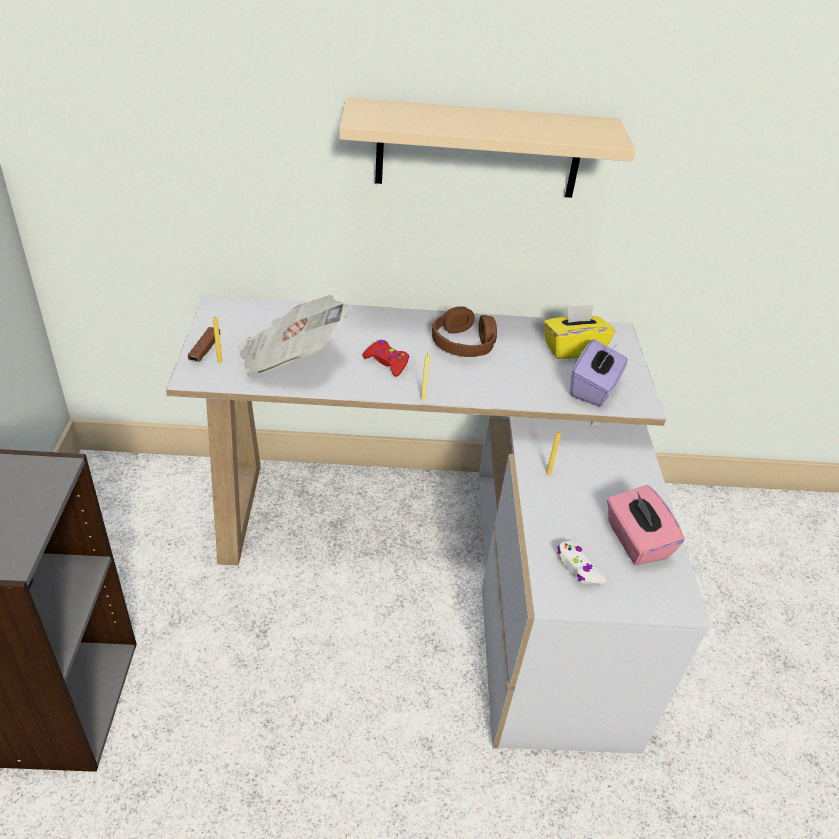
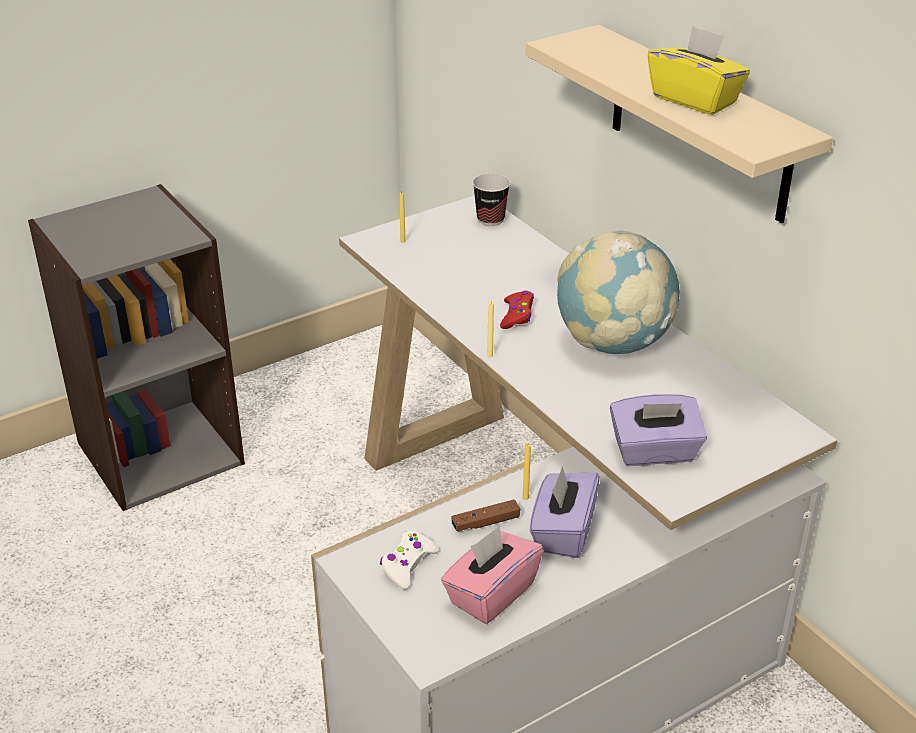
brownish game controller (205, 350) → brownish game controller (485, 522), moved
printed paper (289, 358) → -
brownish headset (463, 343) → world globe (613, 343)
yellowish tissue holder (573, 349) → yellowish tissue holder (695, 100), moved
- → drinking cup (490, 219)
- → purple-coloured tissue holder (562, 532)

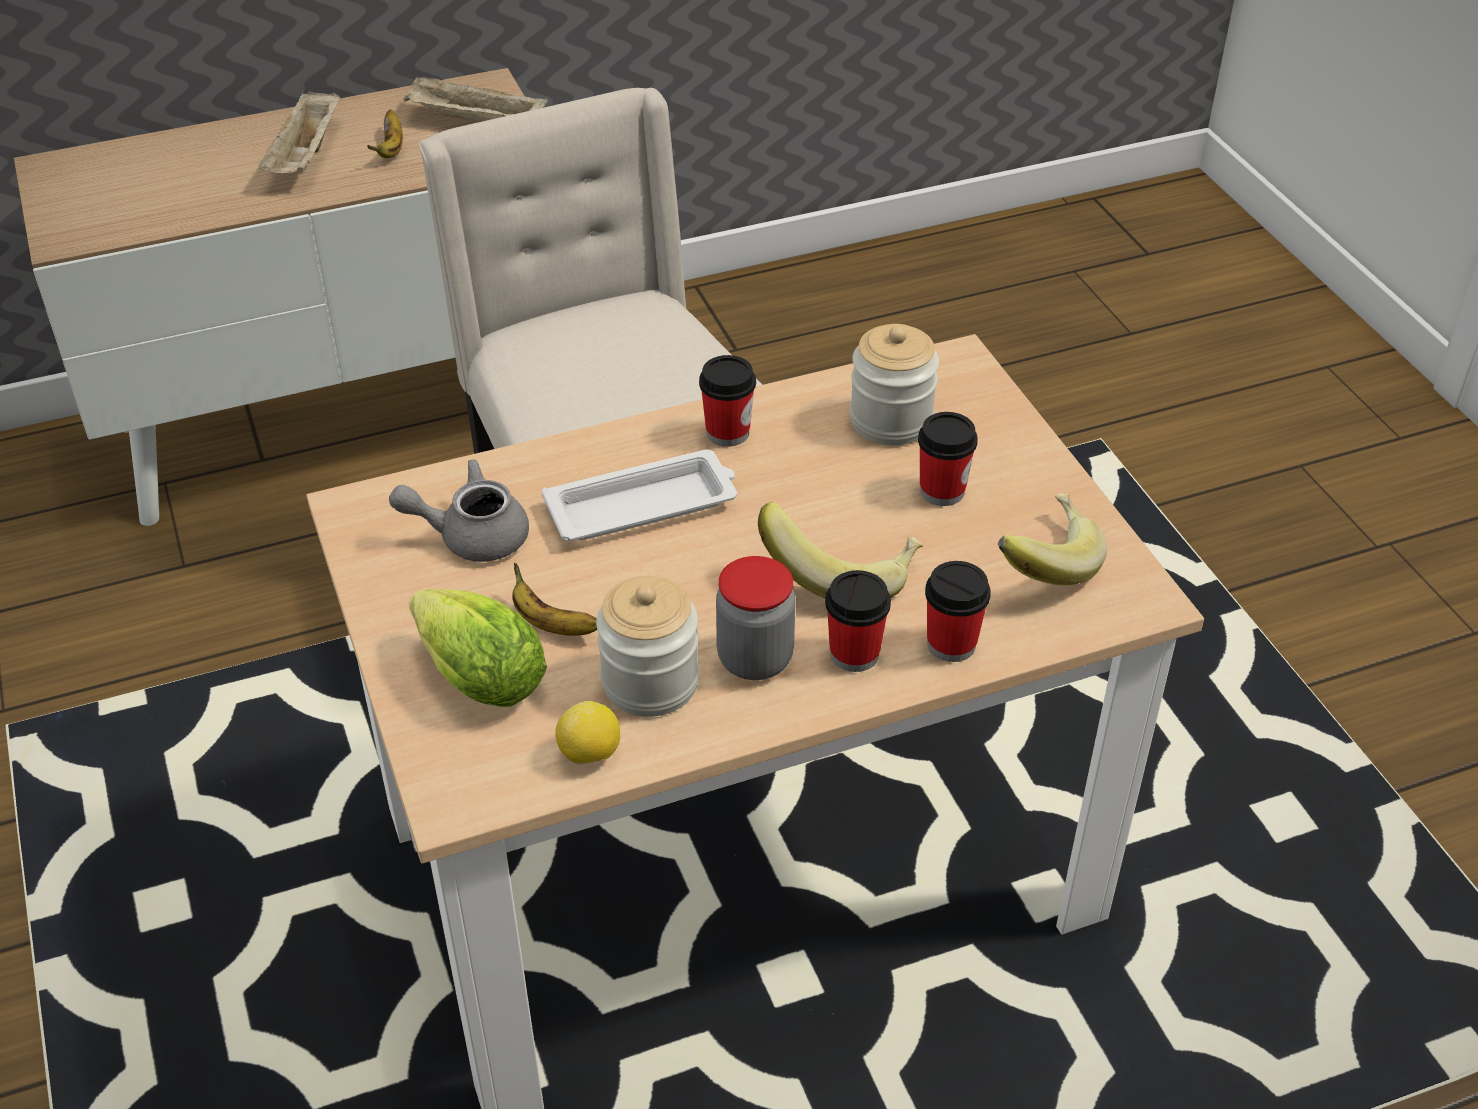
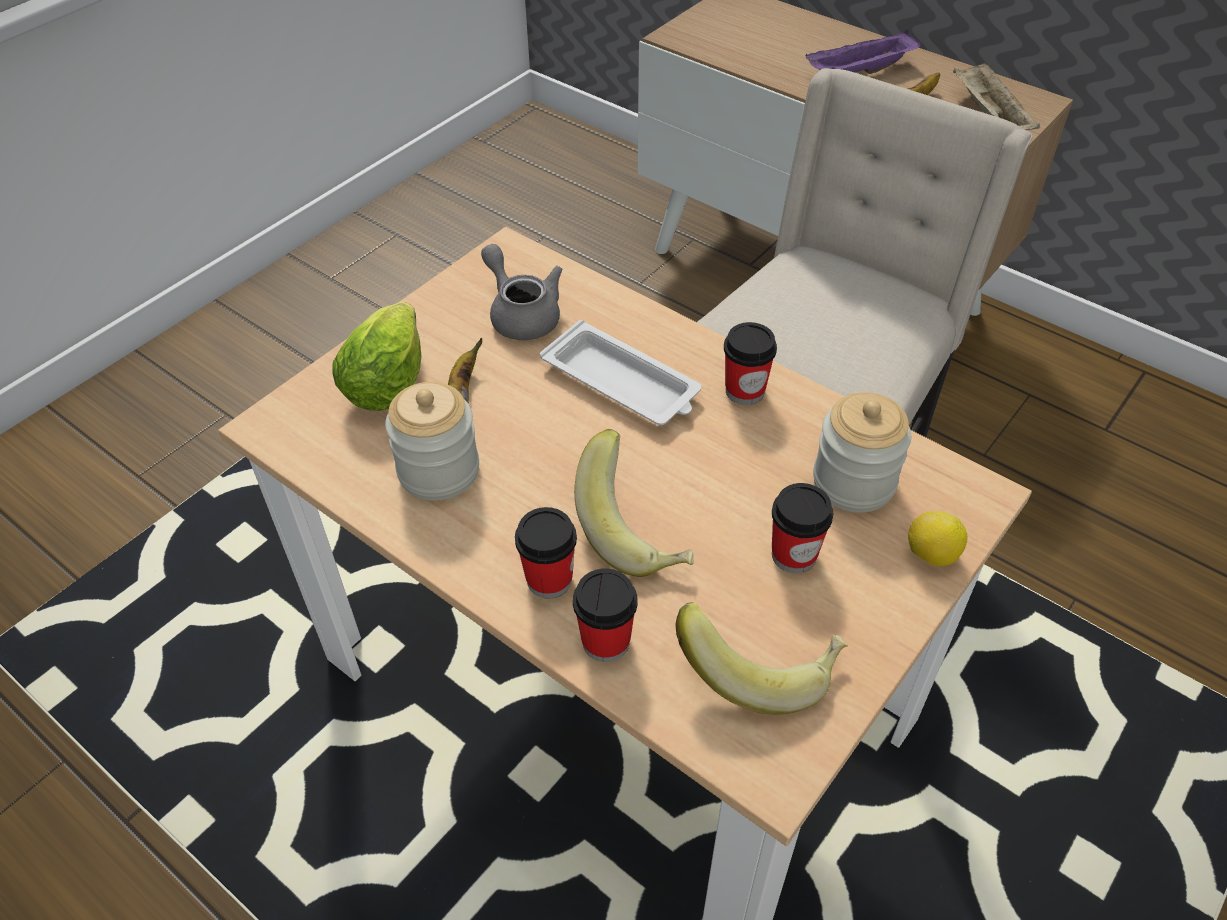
beige-coloured carrying tray (307, 156) → purple-coloured carrying tray (860, 73)
lemon (589, 754) → lemon (931, 555), moved
preserve jar (755, 659) → -

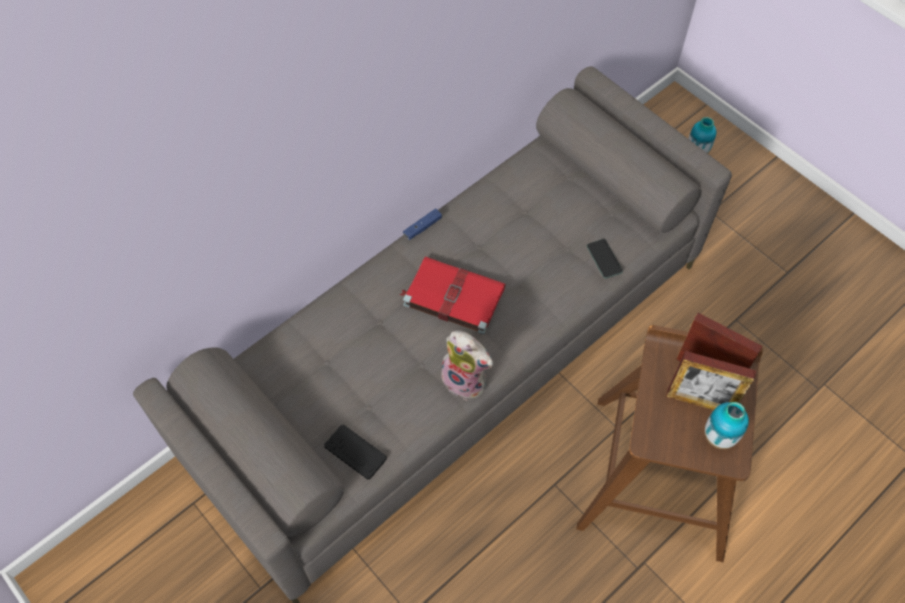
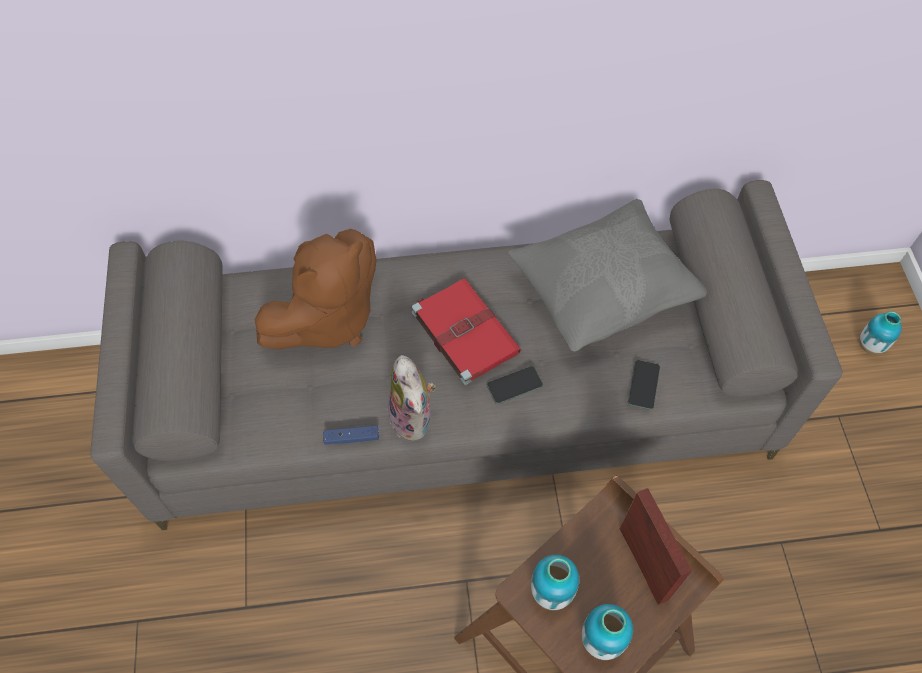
blackish game controller (355, 452) → -
blue game controller (422, 227) → blue game controller (351, 438), moved
photo frame (699, 402) → -
- → brownish soft toy (327, 318)
- → handset (514, 385)
- → grey pillow (602, 294)
- → decorative vase (551, 592)

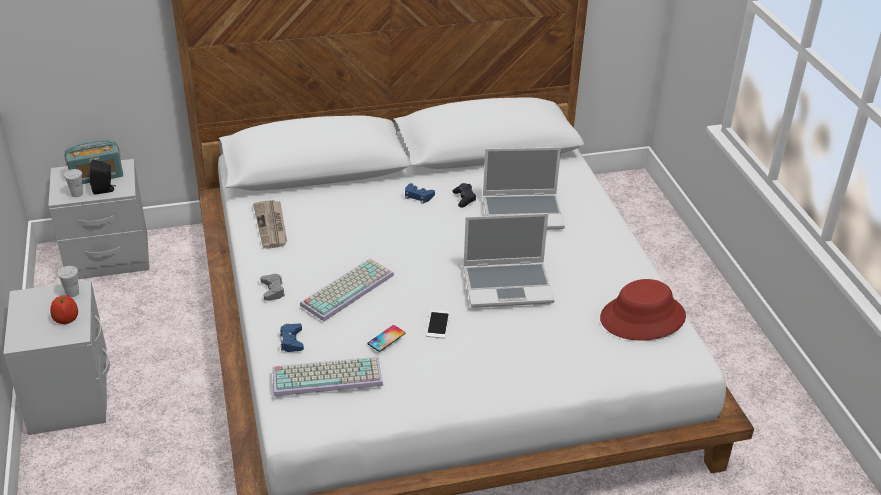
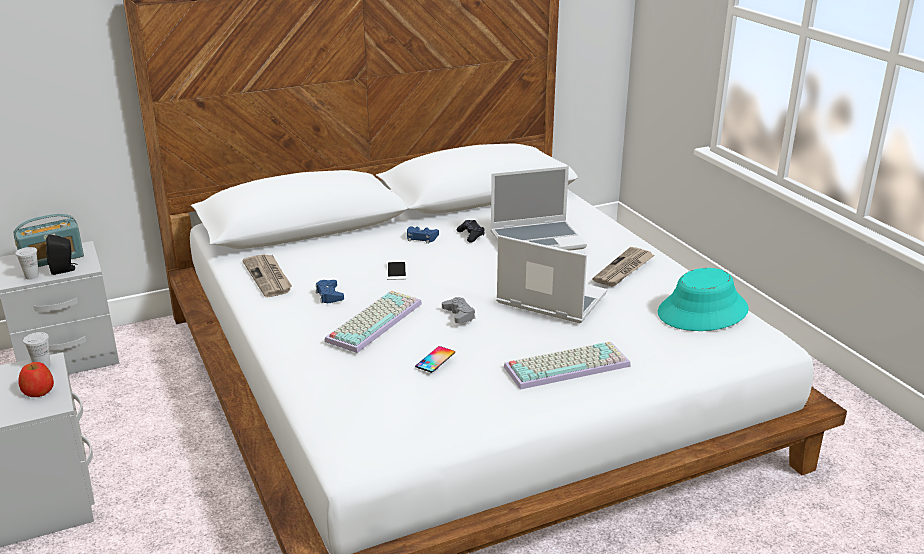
grey game controller (273, 290) → grey game controller (459, 314), moved
PC keyboard (328, 376) → PC keyboard (567, 365), moved
blue game controller (291, 341) → blue game controller (329, 295), moved
handset (438, 324) → handset (396, 270), moved
laptop (508, 285) → laptop (549, 299), 135 degrees counterclockwise
reddish hat (642, 318) → turquoise hat (703, 312)
- → printed paper (624, 269)

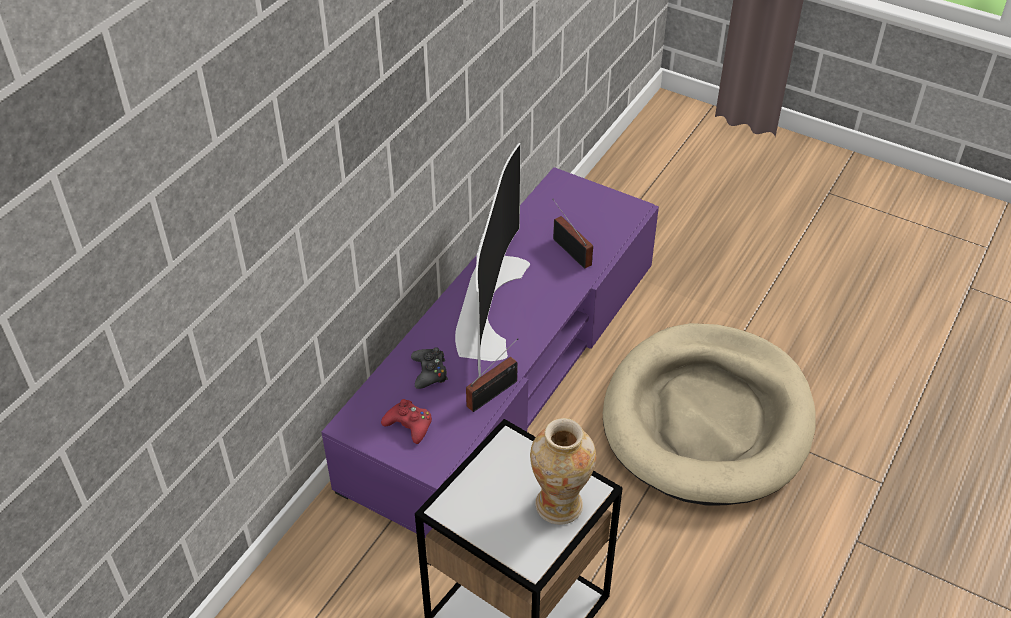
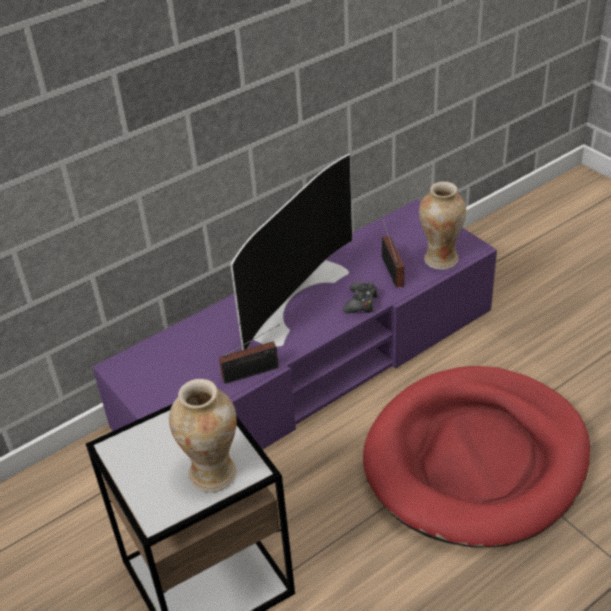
reddish game controller (409, 425) → -
blackish game controller (429, 372) → blackish game controller (361, 303), moved
beige-coloured dog bed (707, 419) → reddish dog bed (476, 459)
- → decorative vase (440, 259)

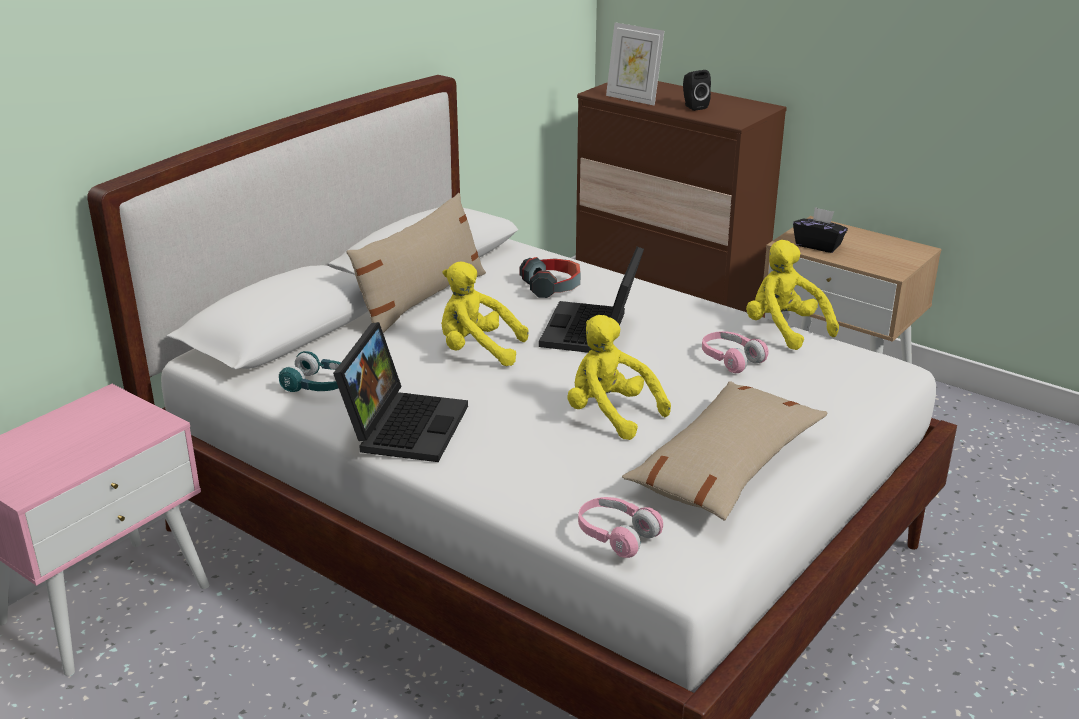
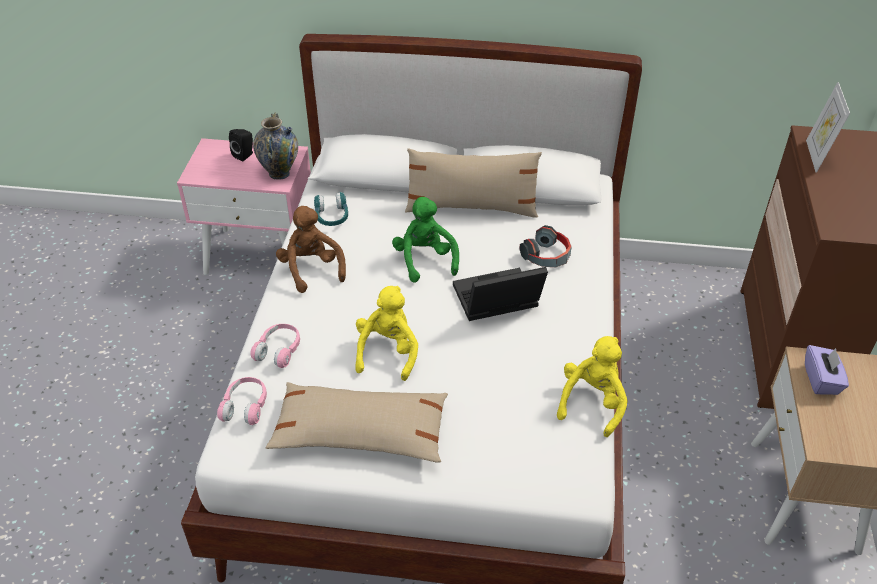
laptop (404, 425) → brownish soft toy (311, 269)
yellowish soft toy (477, 350) → green soft toy (425, 260)
blackish audio speaker (693, 106) → blackish audio speaker (245, 155), moved
pinkish headset (730, 360) → pinkish headset (279, 351), moved
blackish tissue holder (818, 245) → purple-coloured tissue holder (821, 380)
- → decorative vase (279, 173)

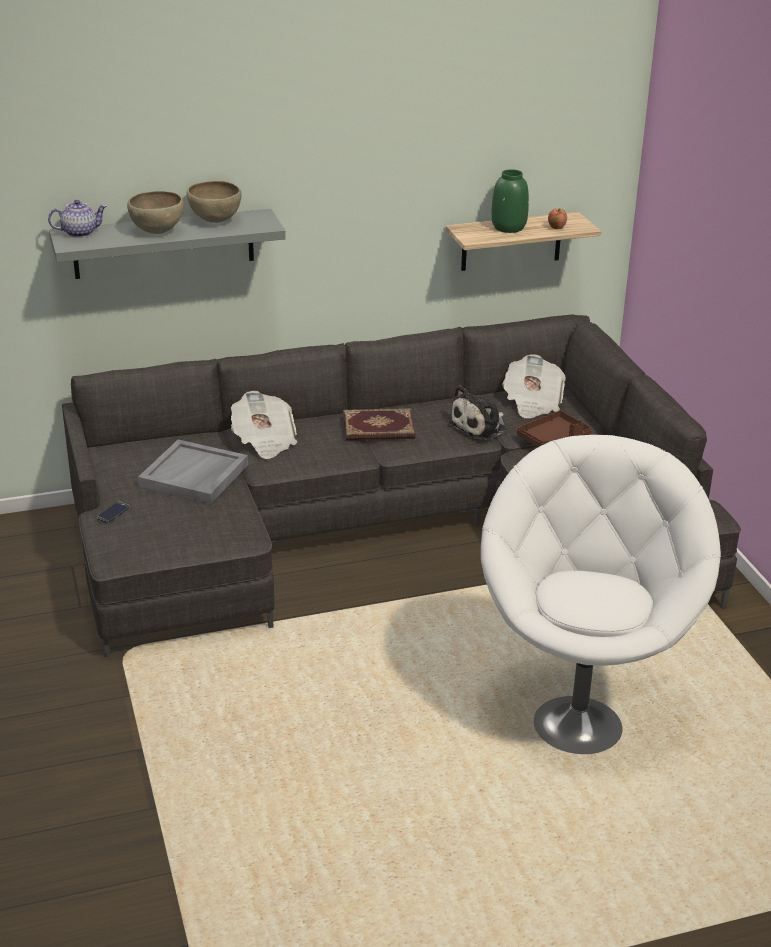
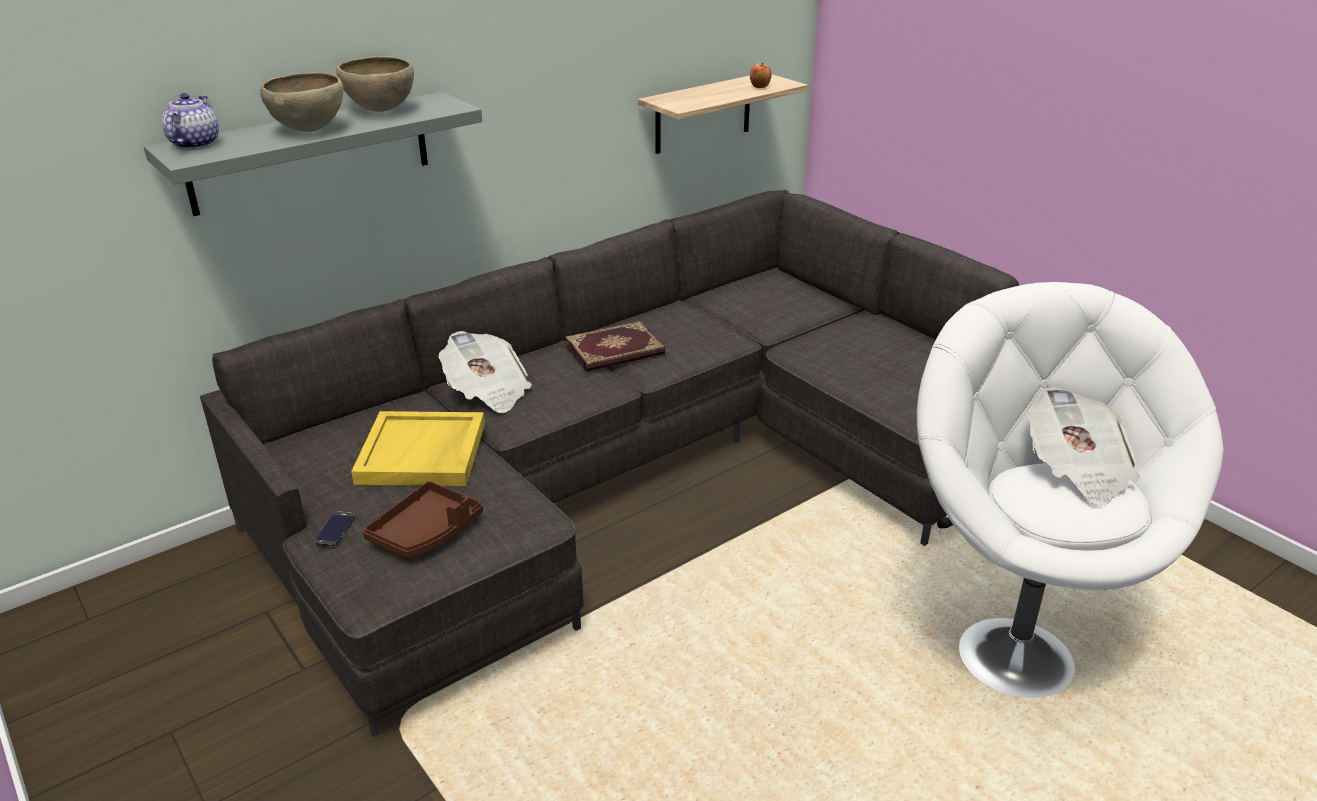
pot for tea (80, 233) → pot for tea (194, 144), 45 degrees counterclockwise
grey carrying tray (194, 476) → yellowish carrying tray (423, 454)
soft toy (480, 427) → -
green decorative vase (509, 228) → -
printed paper (532, 403) → printed paper (1076, 471), moved
brownish carrying tray (553, 439) → brownish carrying tray (426, 532), moved

